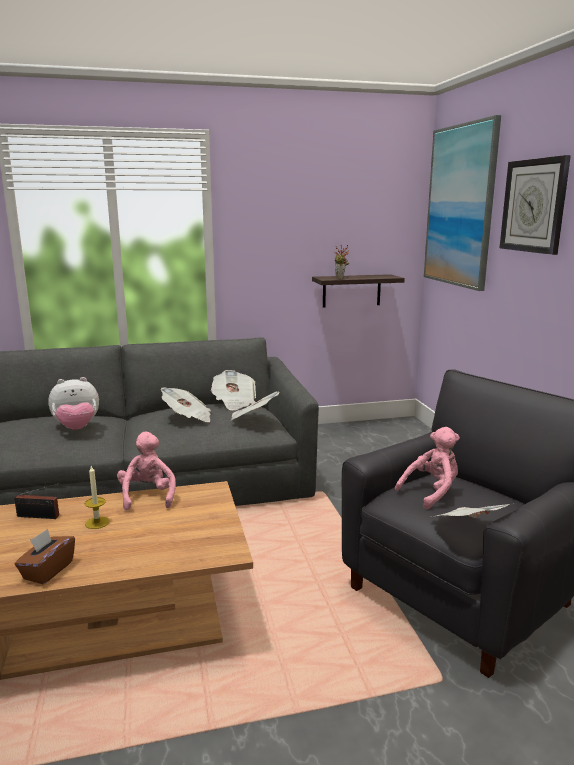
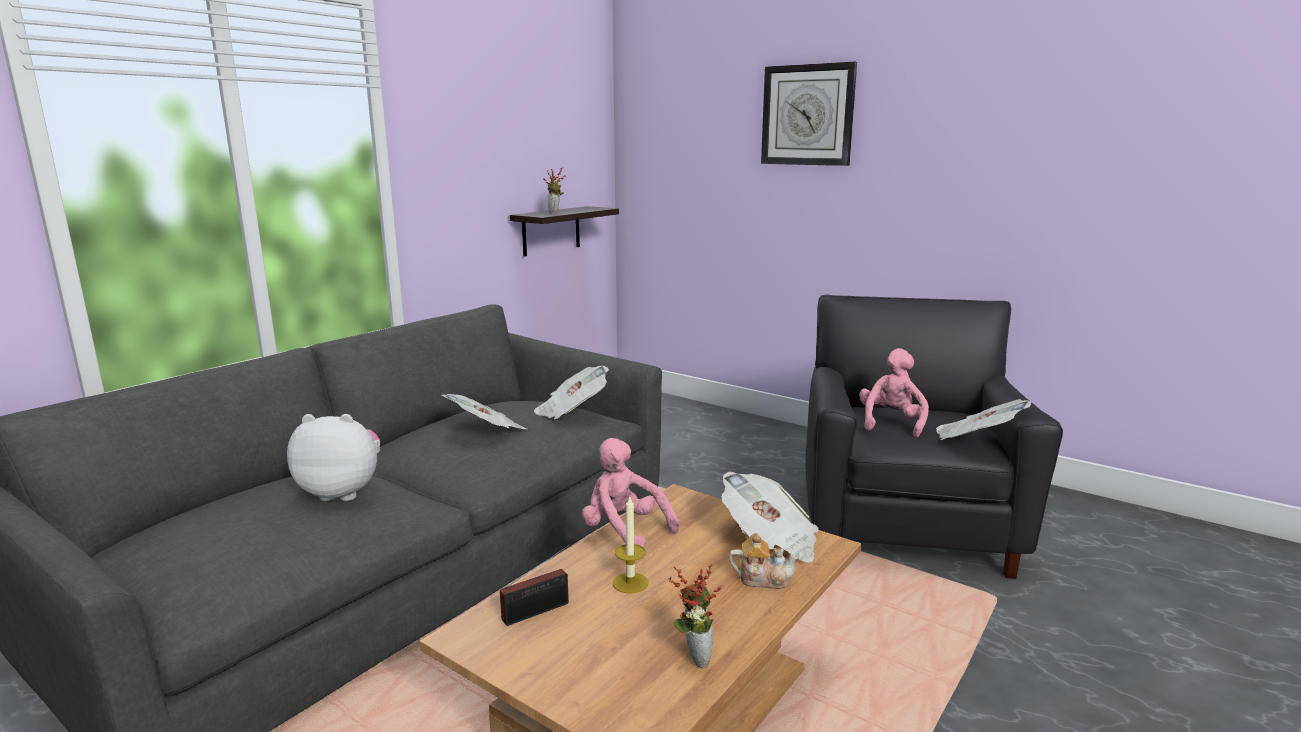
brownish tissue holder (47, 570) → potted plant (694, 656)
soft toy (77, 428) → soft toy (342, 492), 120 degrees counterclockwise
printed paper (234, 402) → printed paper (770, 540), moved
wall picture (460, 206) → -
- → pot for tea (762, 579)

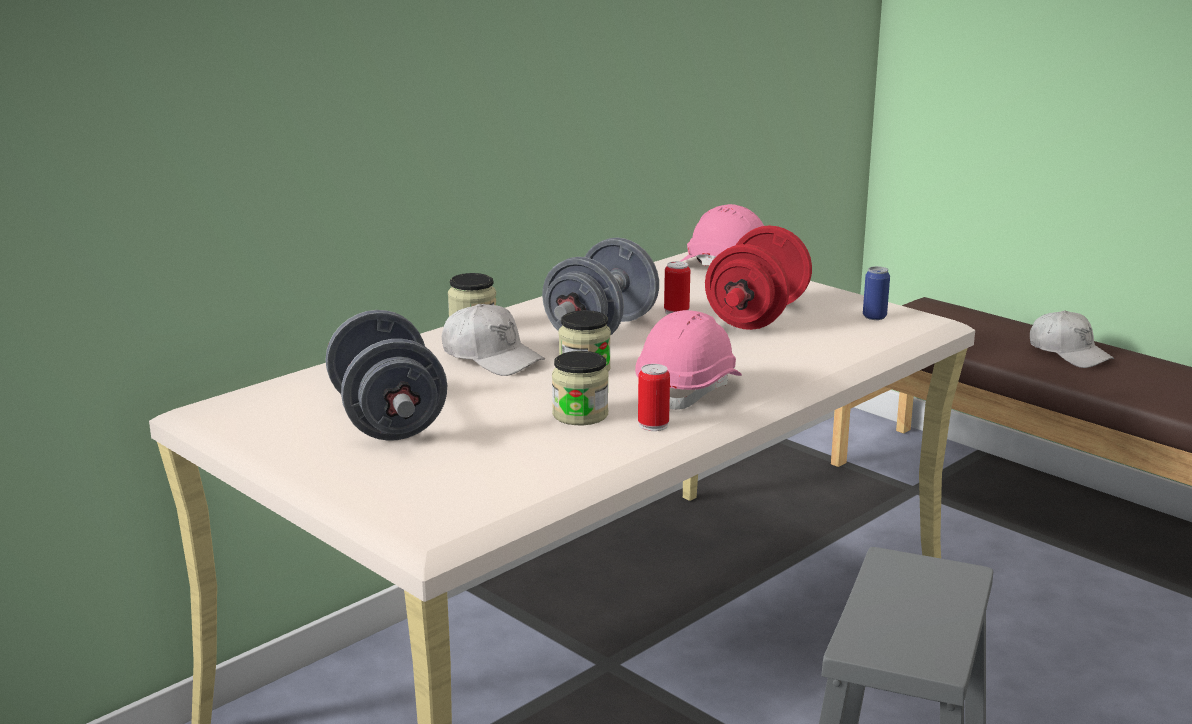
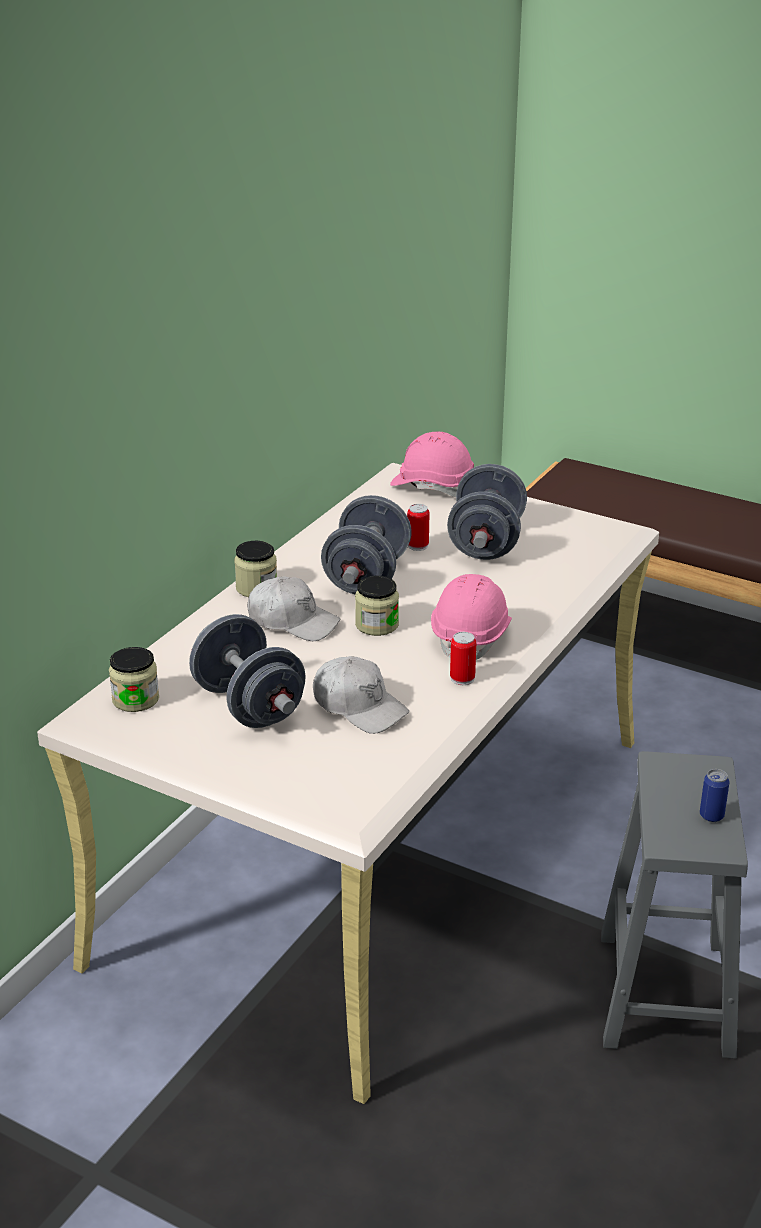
preserve jar (580, 415) → preserve jar (135, 699), moved
reddish dumbbell (757, 316) → grey dumbbell (486, 542)
can (874, 317) → can (711, 816), moved
whitish baseball cap (1069, 353) → whitish baseball cap (359, 706), moved

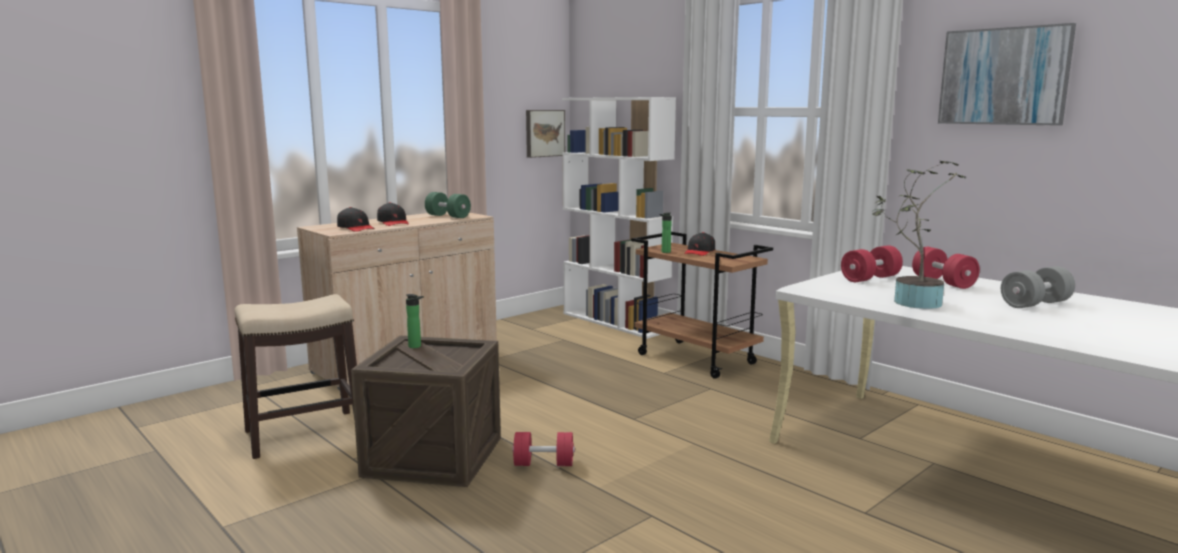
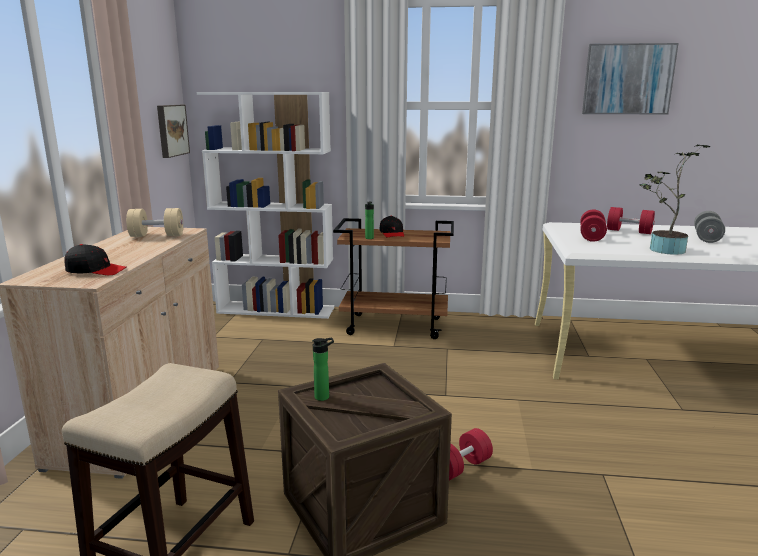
blackish baseball cap (393, 222) → -
green dumbbell (448, 216) → beige-coloured dumbbell (157, 235)

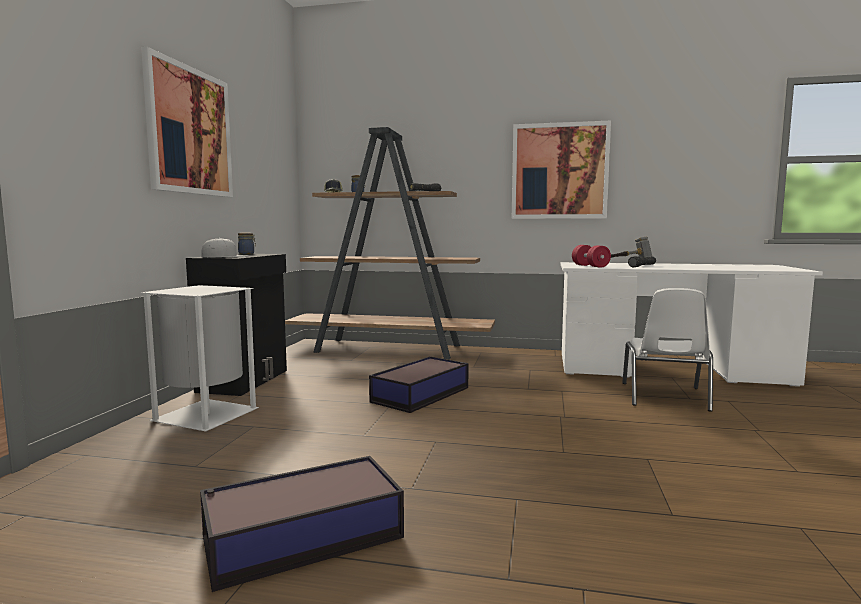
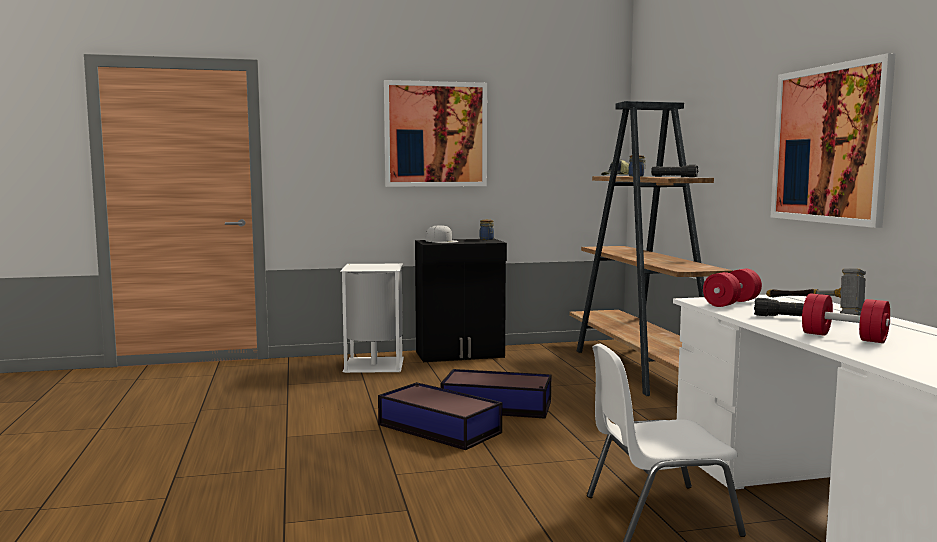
storage bin (300, 537) → storage bin (438, 428), moved
- → reddish dumbbell (844, 337)

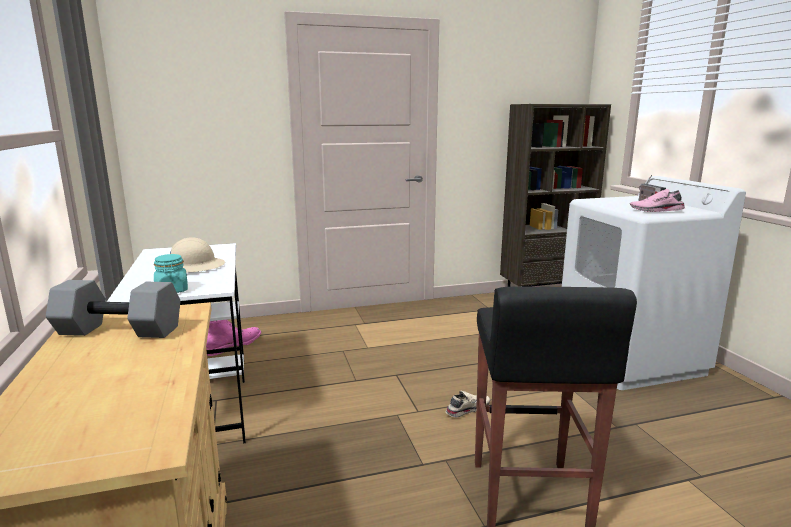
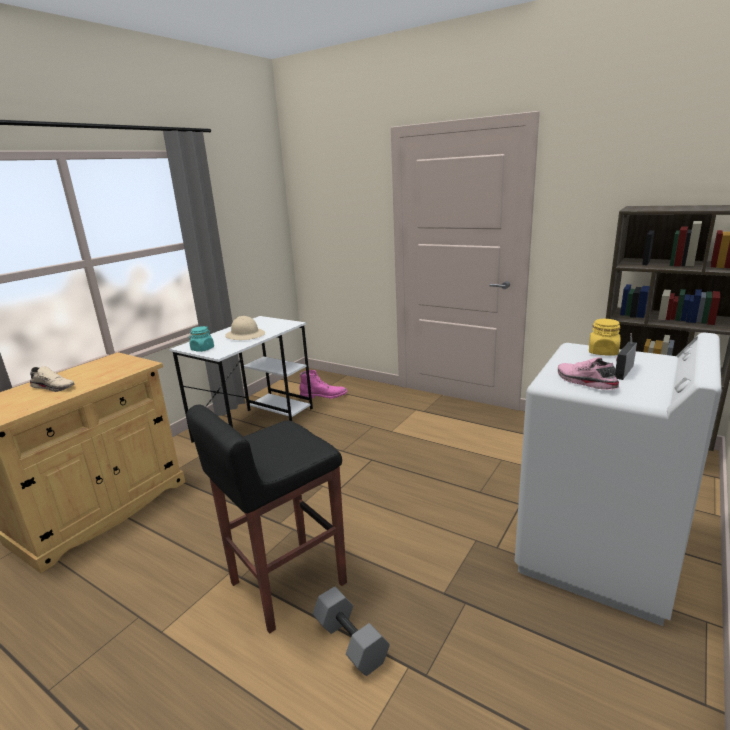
grey dumbbell (117, 331) → grey dumbbell (349, 642), moved
beige-coloured shoe (467, 409) → beige-coloured shoe (54, 387), moved
- → yellowish preserve jar (603, 352)

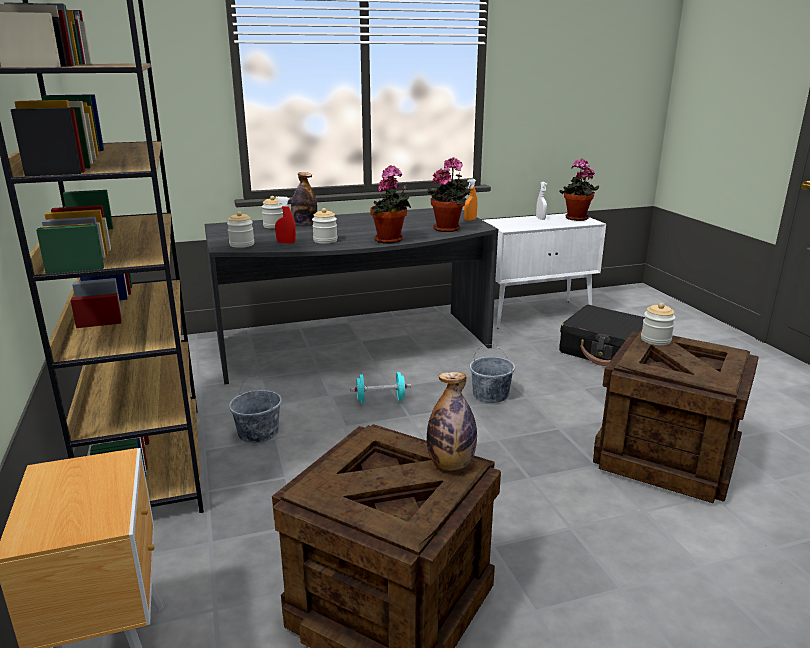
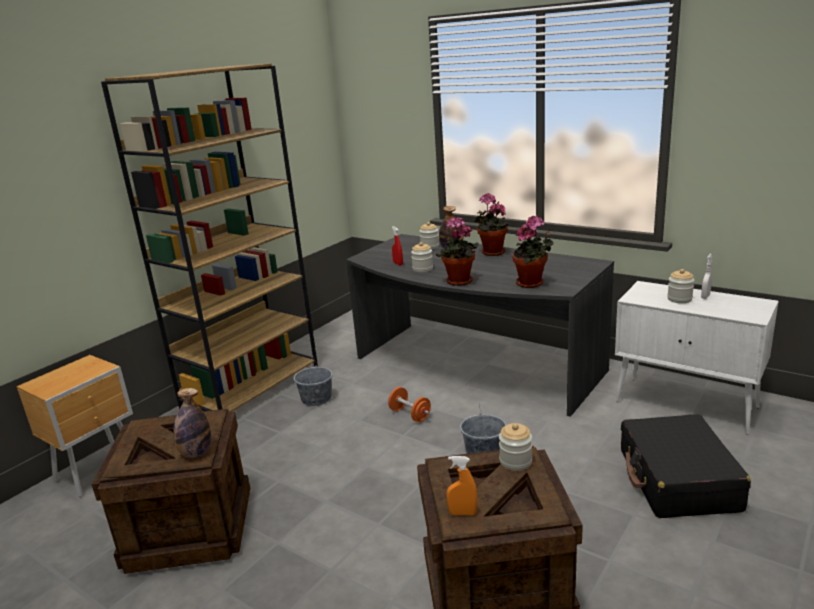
preserve jar (242, 244) → preserve jar (679, 299), moved
turquoise dumbbell (380, 400) → orange-coloured dumbbell (410, 415)
orange-coloured hand sprayer (470, 220) → orange-coloured hand sprayer (462, 513), moved
potted plant (576, 219) → potted plant (491, 253), moved

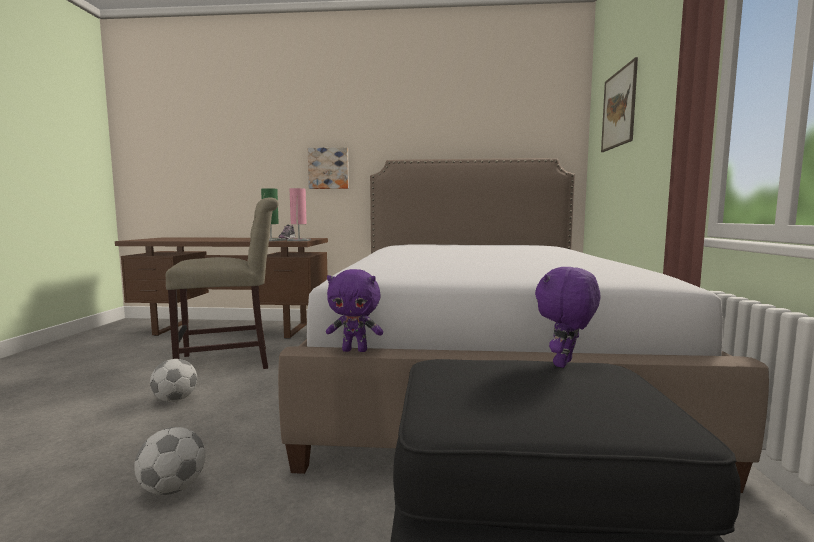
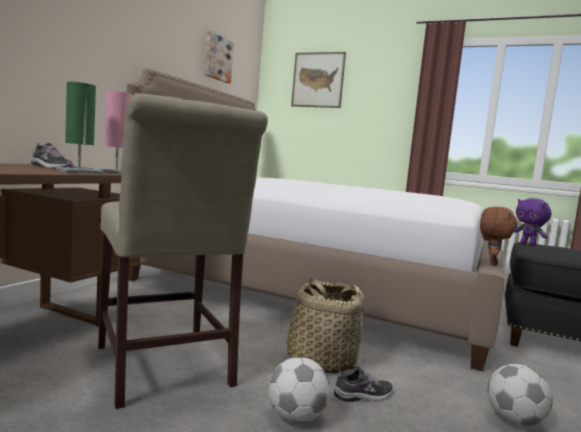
beige-coloured chair (231, 361) → beige-coloured chair (164, 369), 150 degrees clockwise
wall picture (328, 168) → wall picture (217, 58), moved
purple-coloured soft toy (355, 350) → brownish soft toy (491, 263)
- → household basket (321, 360)
- → shoe (363, 396)

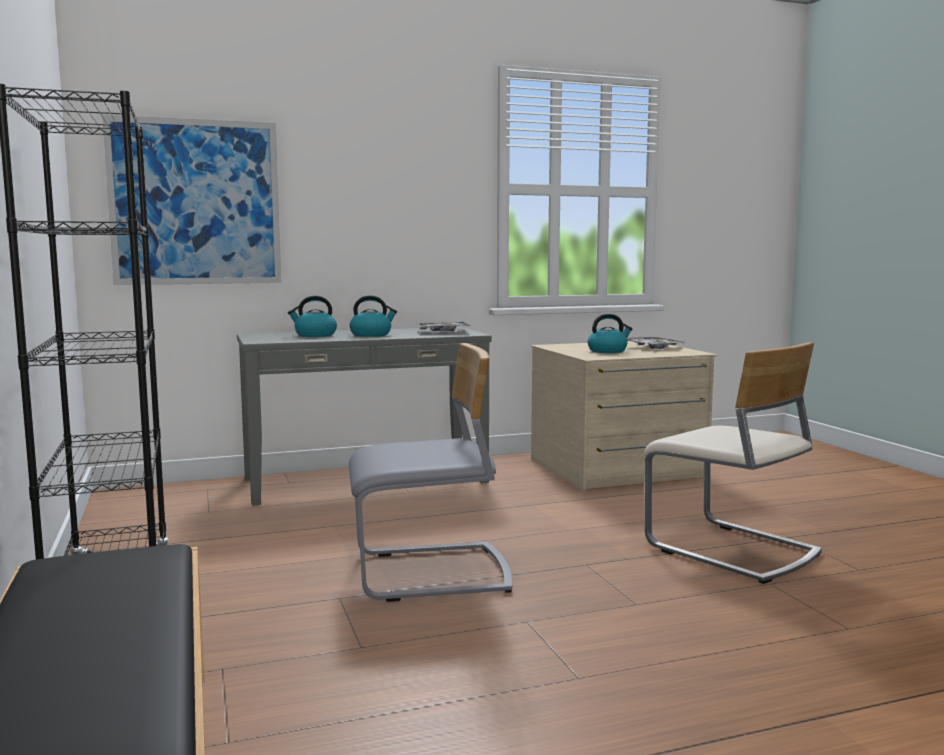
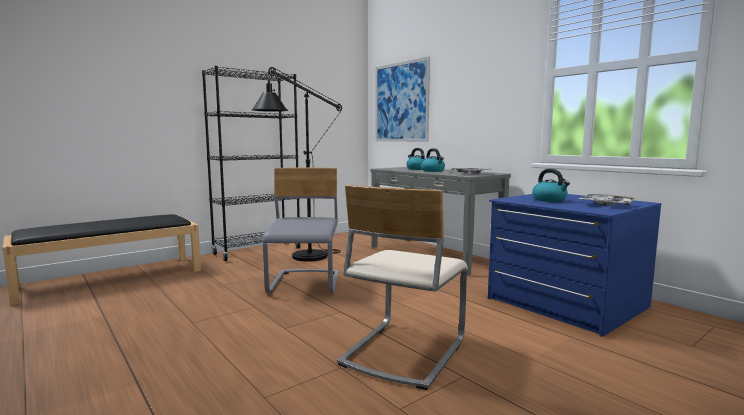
grey chair (431, 574) → grey chair (305, 283), 150 degrees counterclockwise
beige-coloured chest of drawers (617, 468) → blue chest of drawers (565, 303)
- → blackish floor lamp (301, 258)

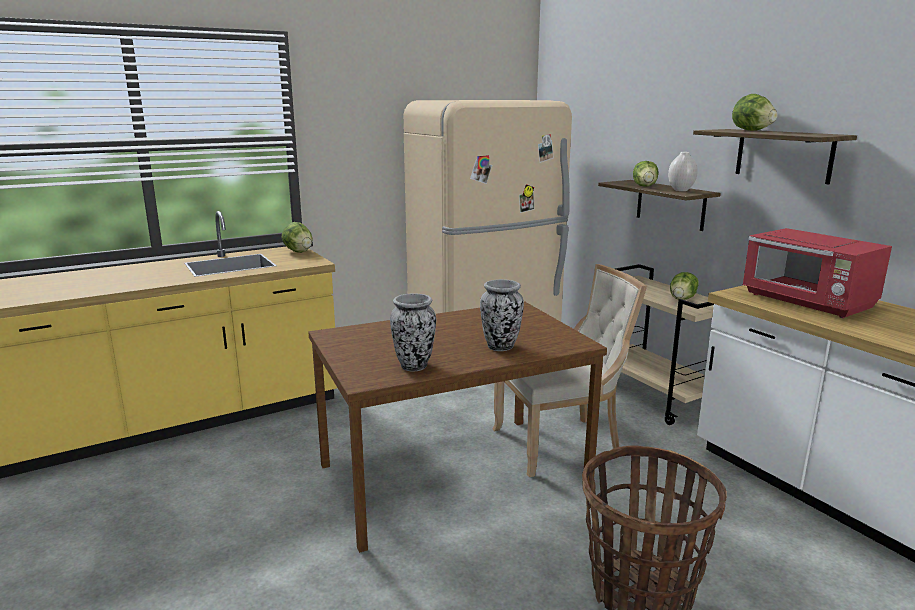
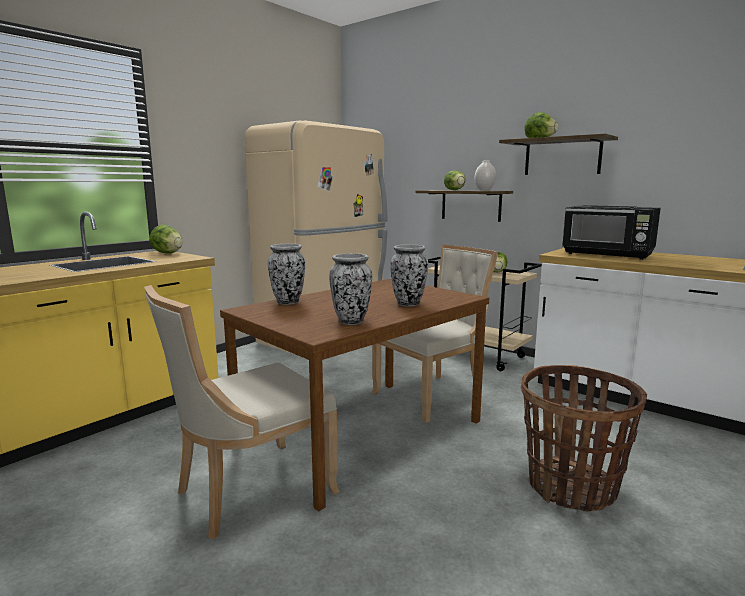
reddish kitchen microwave (808, 302) → blackish kitchen microwave (608, 255)
- → beige-coloured chair (249, 491)
- → decorative vase (288, 302)

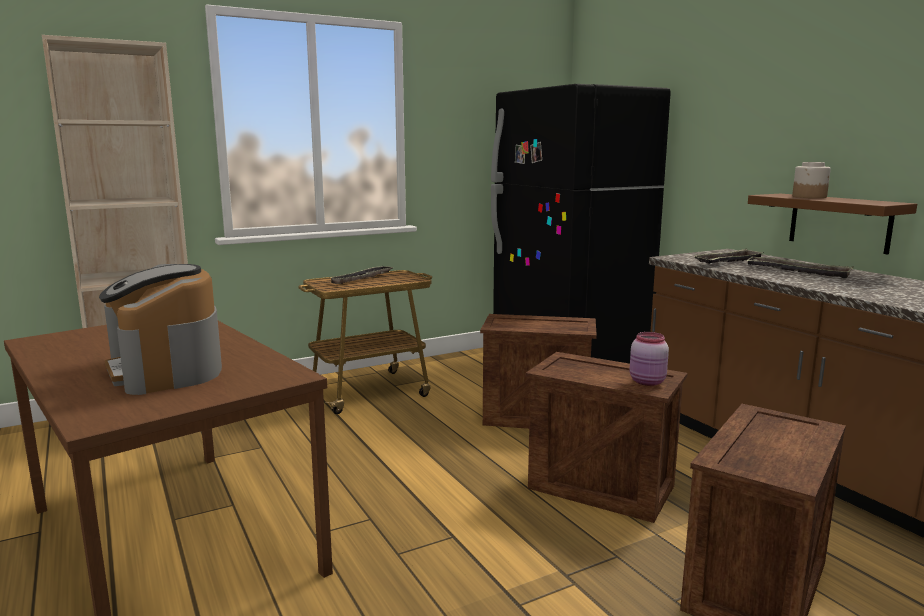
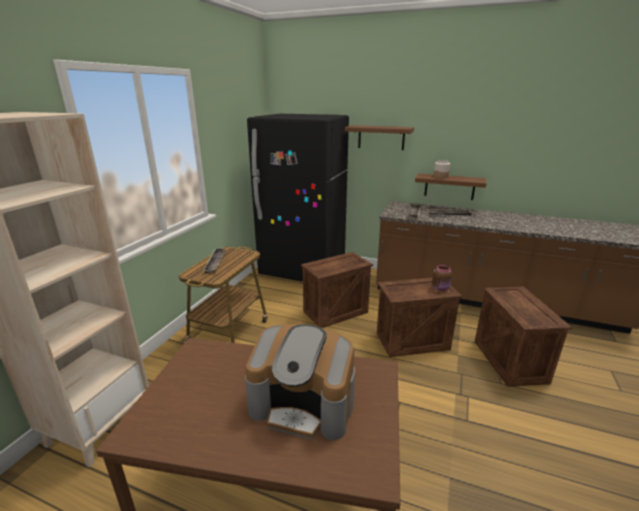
pinkish preserve jar (648, 382) → brownish preserve jar (441, 288)
- → brownish wall shelf (381, 137)

